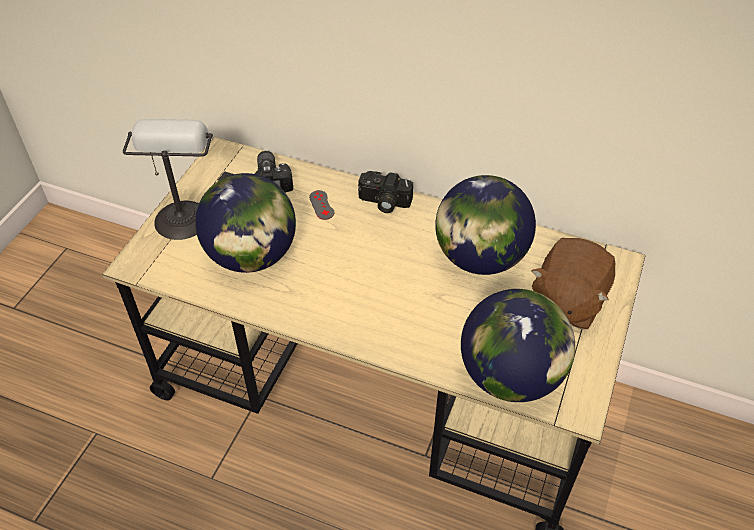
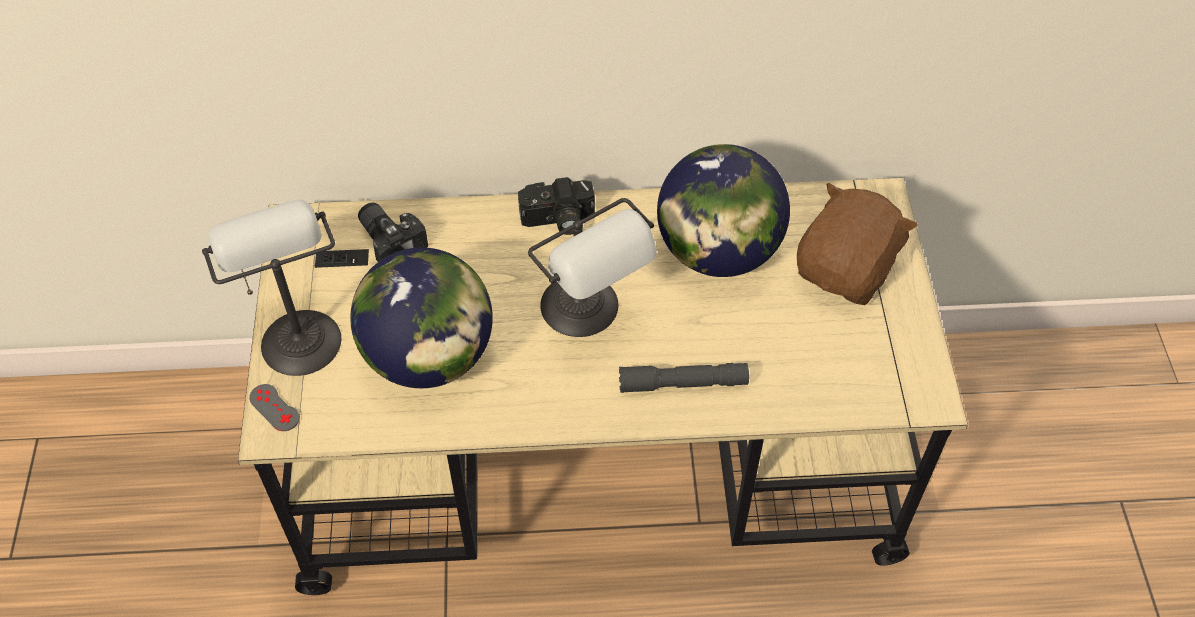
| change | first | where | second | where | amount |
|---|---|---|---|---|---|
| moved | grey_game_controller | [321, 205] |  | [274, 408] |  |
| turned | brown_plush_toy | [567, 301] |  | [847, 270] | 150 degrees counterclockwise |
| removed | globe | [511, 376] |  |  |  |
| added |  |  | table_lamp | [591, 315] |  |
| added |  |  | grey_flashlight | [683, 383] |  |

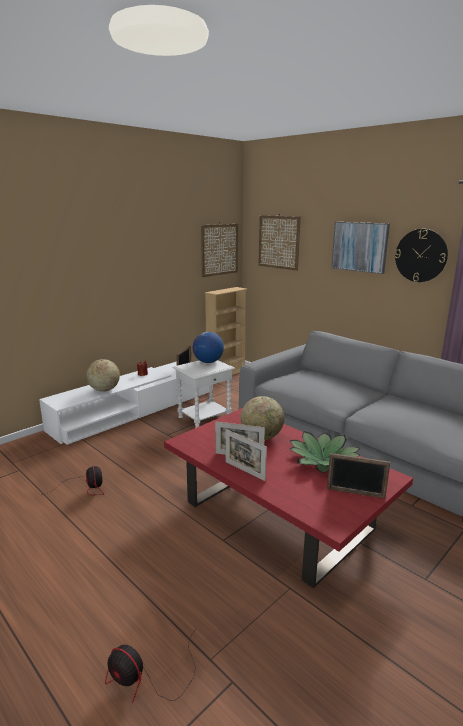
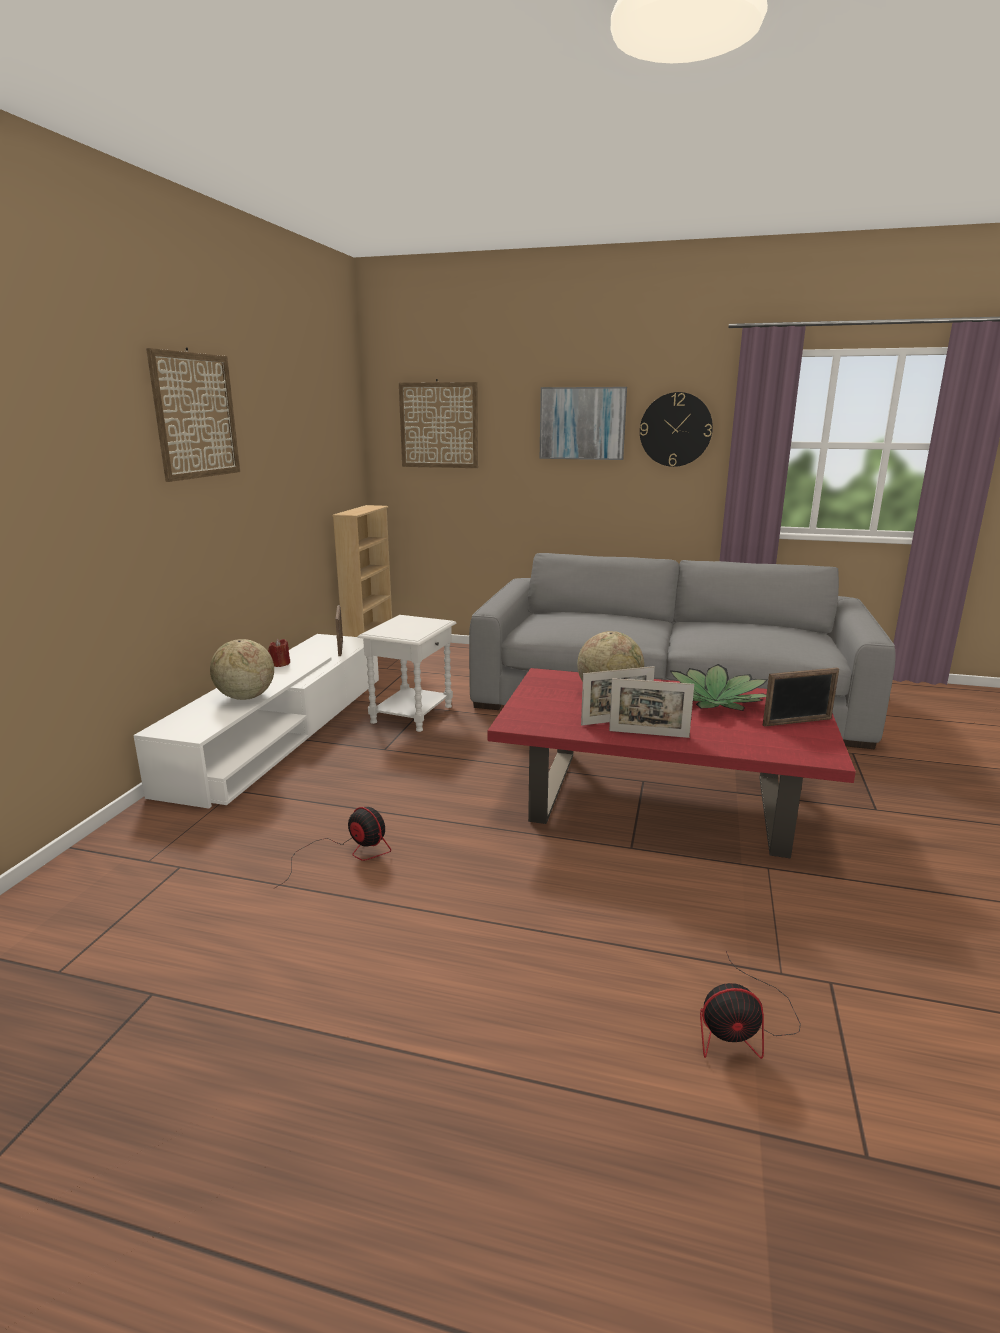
| change | first | where | second | where | amount |
|---|---|---|---|---|---|
| moved | picture | [219, 249] |  | [195, 413] |  |
| removed | globe | [208, 362] |  |  |  |

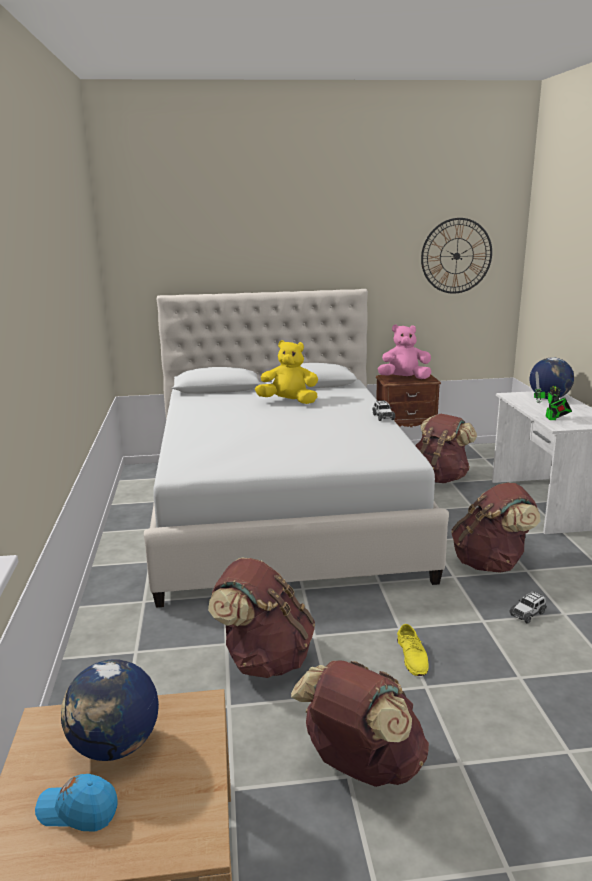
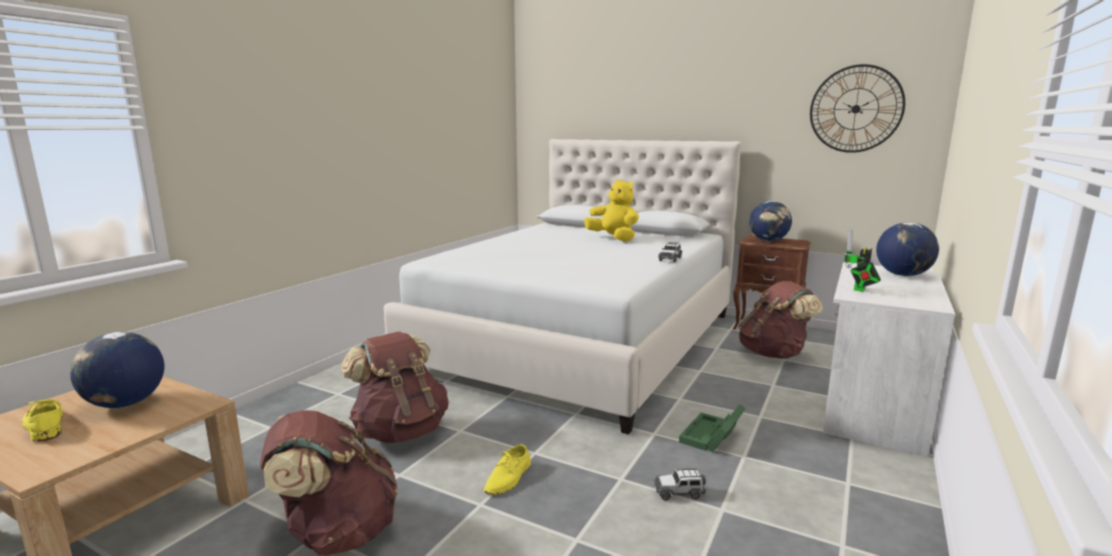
| change | first | where | second | where | amount |
|---|---|---|---|---|---|
| replaced | pink_plush_toy | [404, 379] | globe | [768, 241] |  |
| replaced | brown_backpack | [491, 564] | green_storage_box | [711, 437] |  |
| replaced | blue_cap | [78, 811] | yellow_shoe | [44, 425] |  |

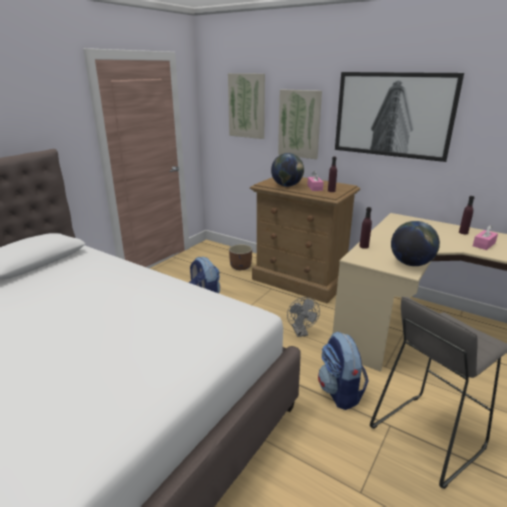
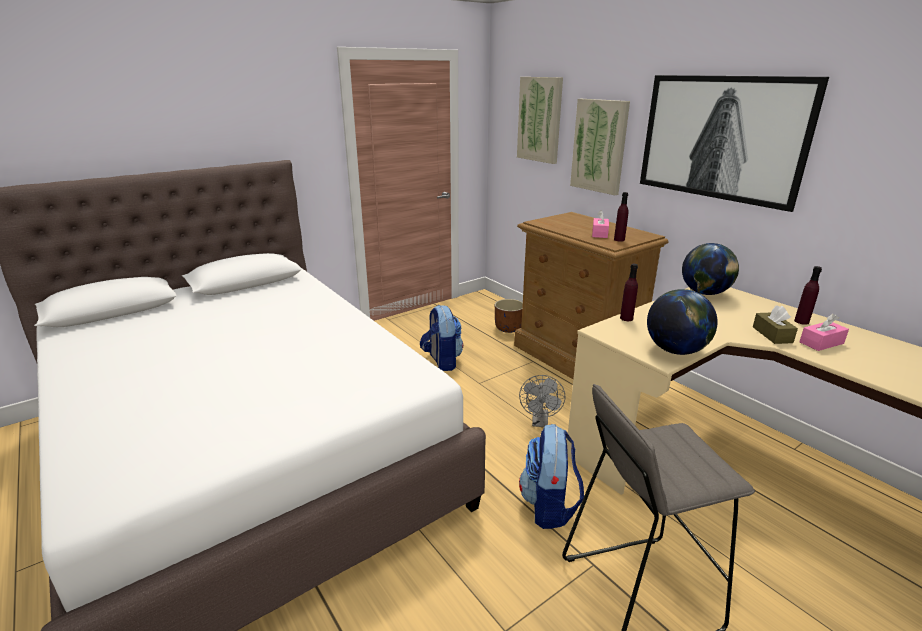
| change | first | where | second | where | amount |
|---|---|---|---|---|---|
| moved | globe | [287, 186] |  | [704, 293] |  |
| added |  |  | brown_tissue_box | [772, 335] |  |

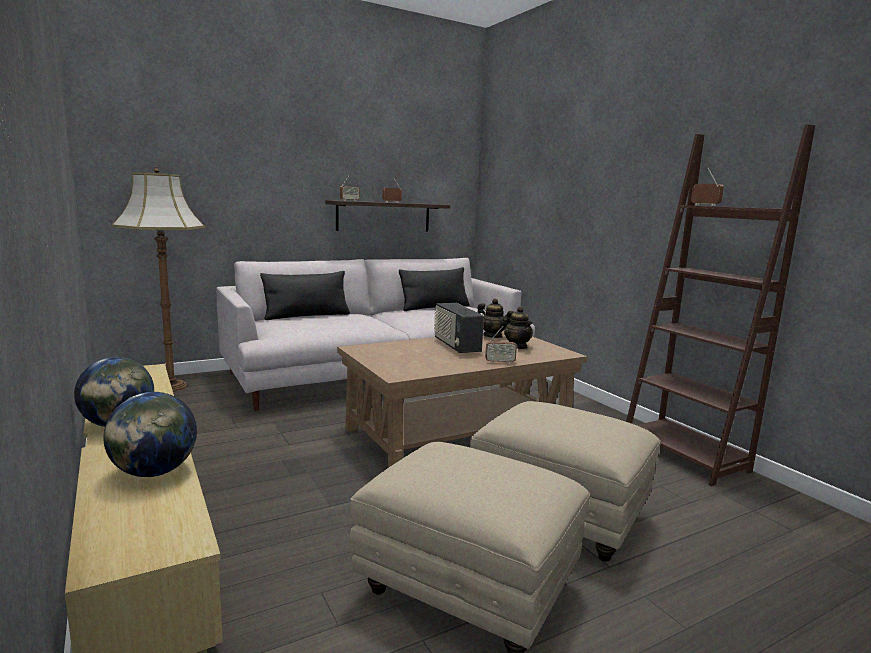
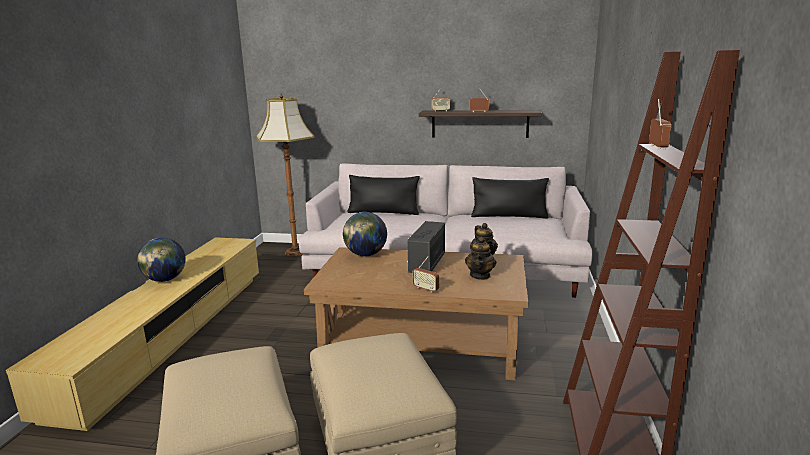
| change | first | where | second | where | amount |
|---|---|---|---|---|---|
| moved | globe | [154, 472] |  | [365, 255] |  |

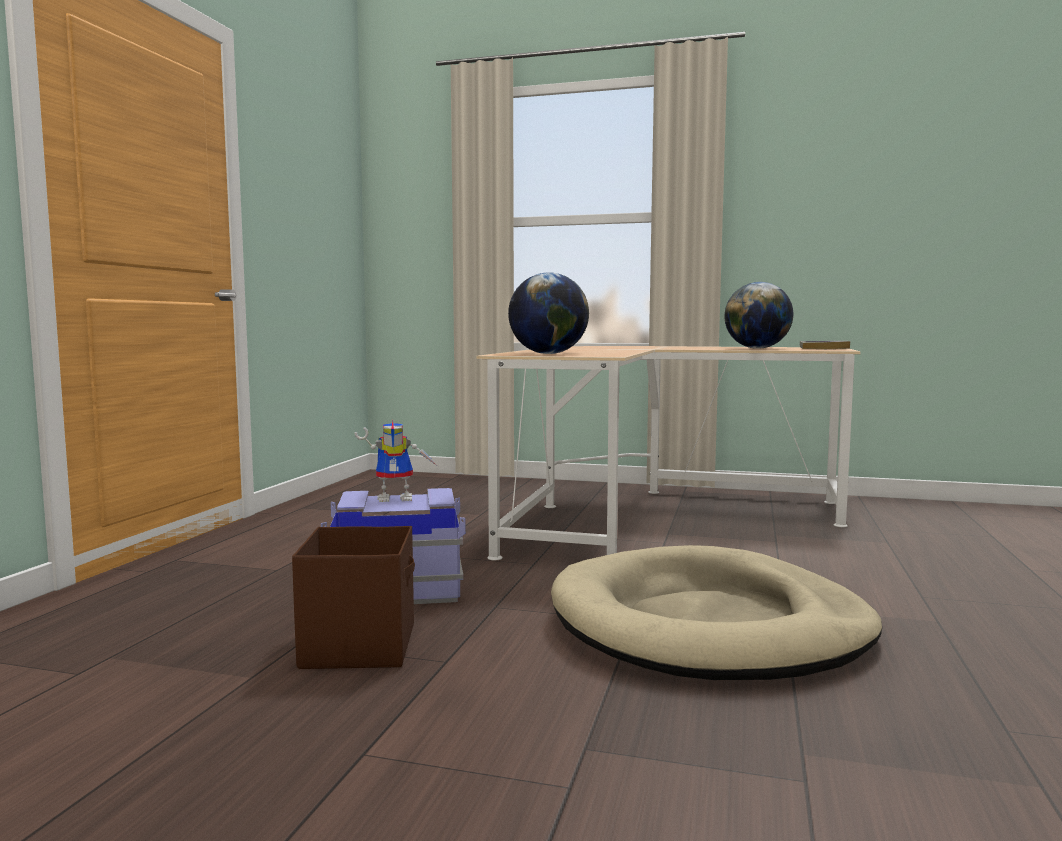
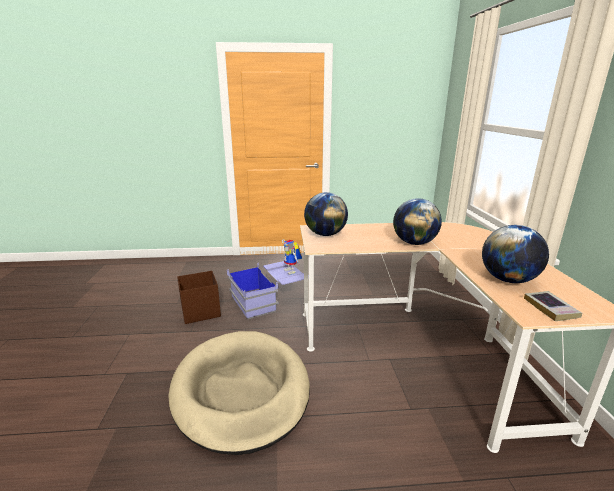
| change | first | where | second | where | amount |
|---|---|---|---|---|---|
| added |  |  | globe | [414, 243] |  |

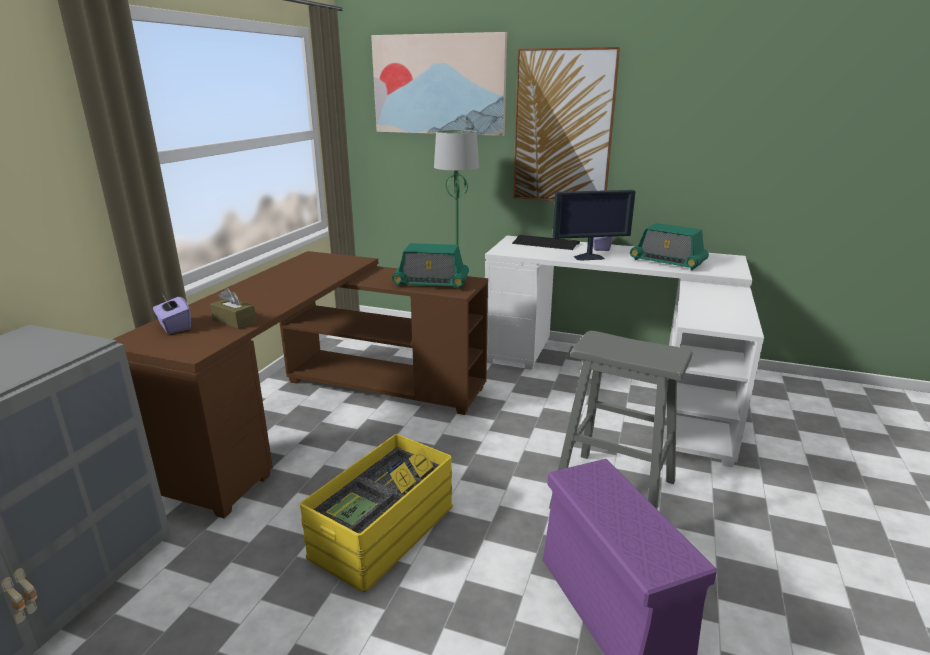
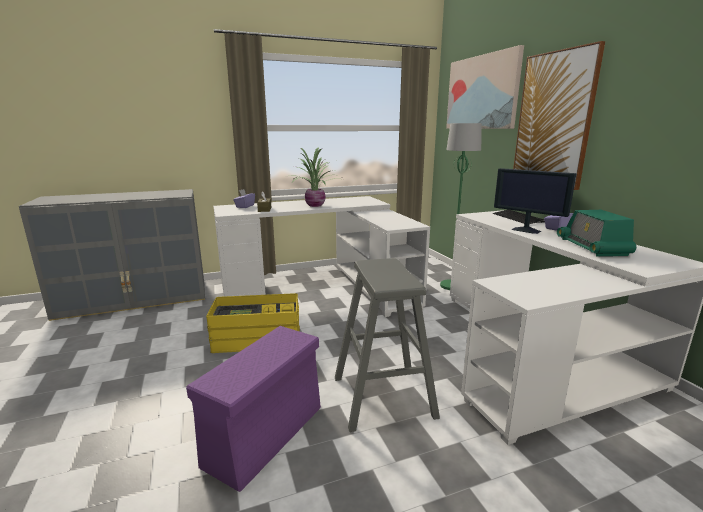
| change | first | where | second | where | amount |
|---|---|---|---|---|---|
| removed | radio | [431, 283] |  |  |  |
| recoloured | brown_desk | [323, 413] | white_desk | [326, 286] |  |
| added |  |  | potted_plant | [315, 205] |  |

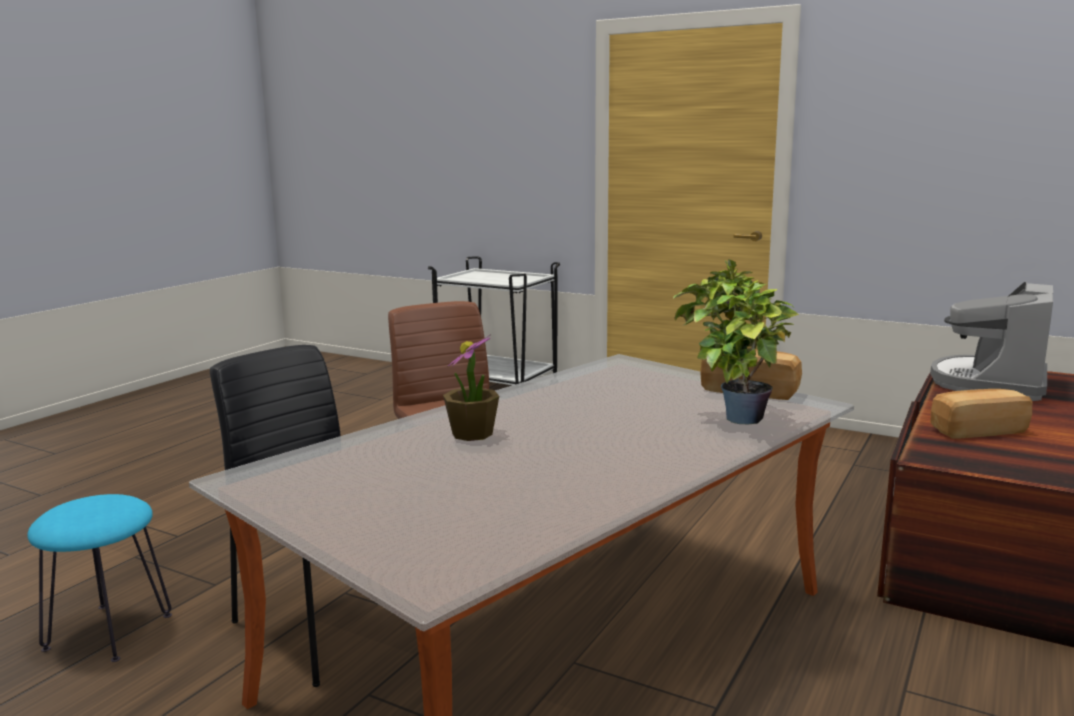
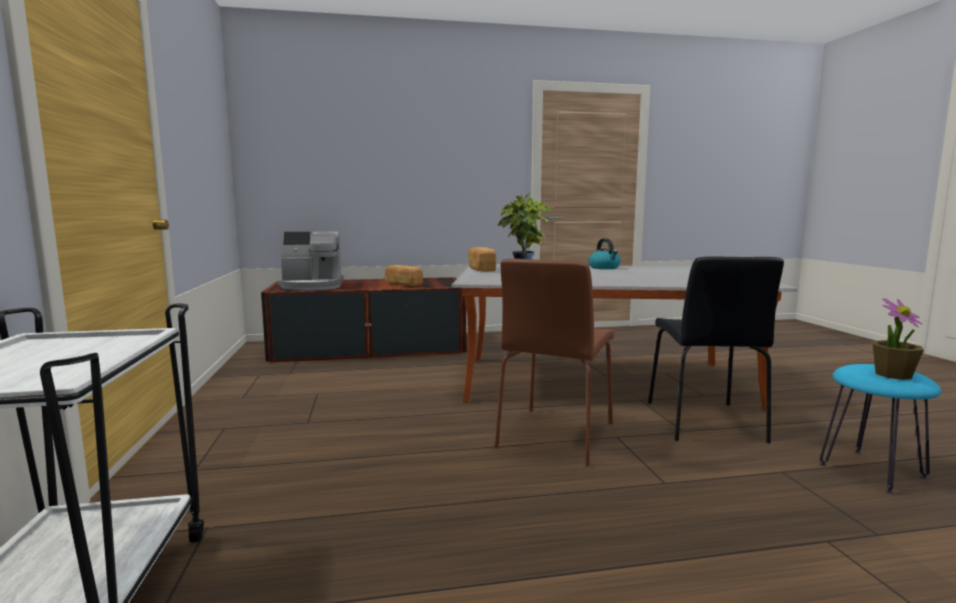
| change | first | where | second | where | amount |
|---|---|---|---|---|---|
| moved | potted_plant | [472, 434] |  | [893, 374] |  |
| added |  |  | kettle | [604, 268] |  |

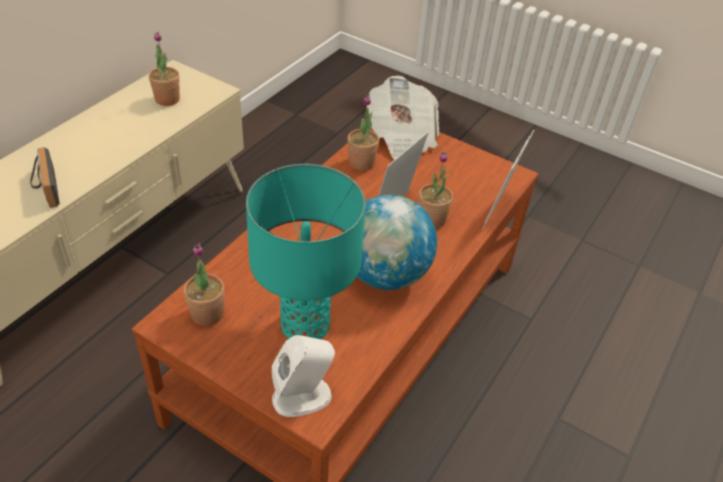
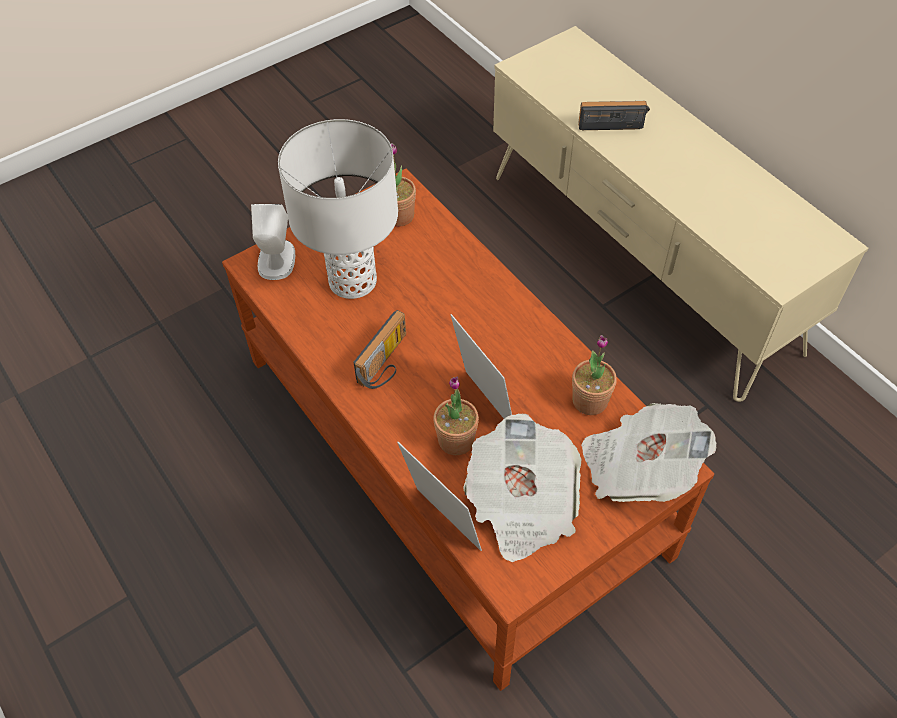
| change | first | where | second | where | amount |
|---|---|---|---|---|---|
| removed | potted_plant | [167, 99] |  |  |  |
| recoloured | turquoise_table_lamp | [304, 324] | white_table_lamp | [353, 279] |  |
| replaced | globe | [385, 275] | radio | [386, 363] |  |
| added |  |  | newspaper | [521, 504] |  |

